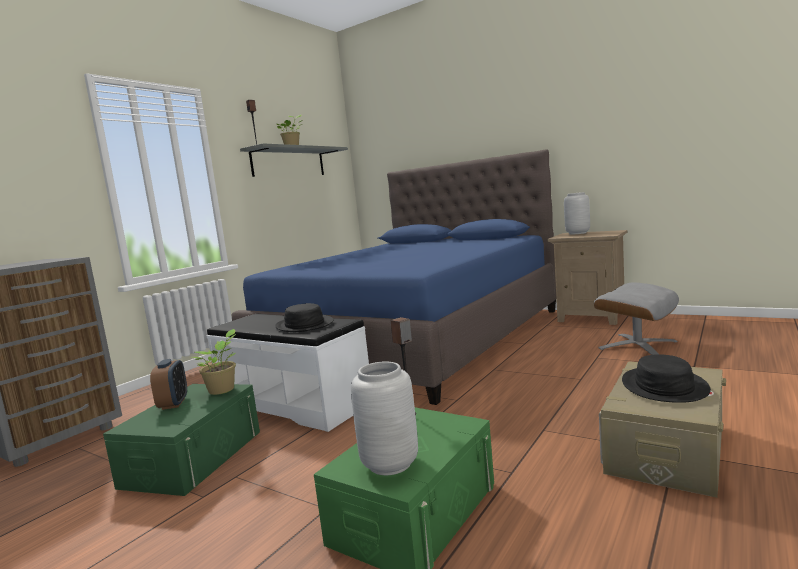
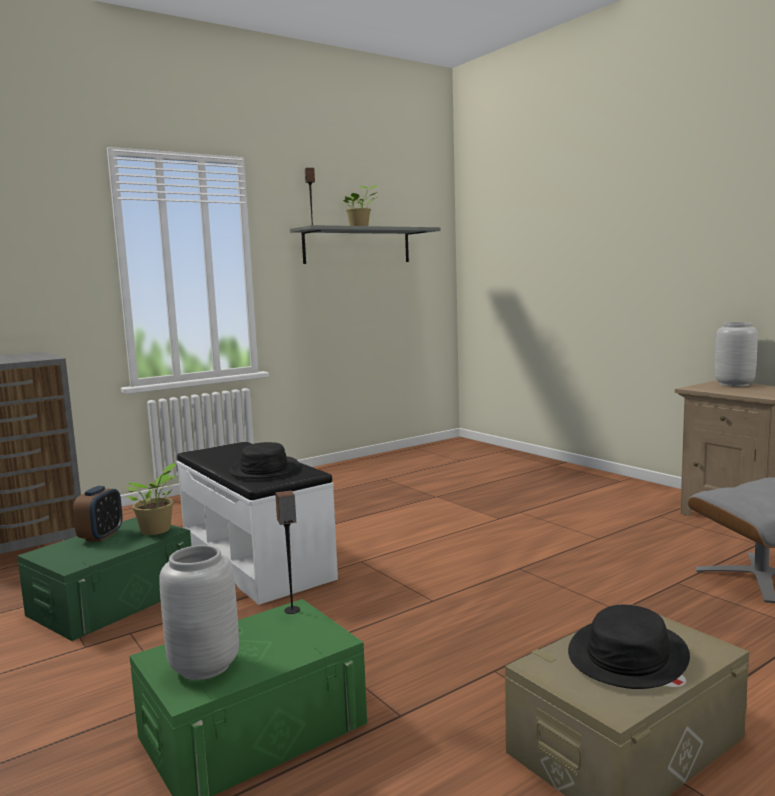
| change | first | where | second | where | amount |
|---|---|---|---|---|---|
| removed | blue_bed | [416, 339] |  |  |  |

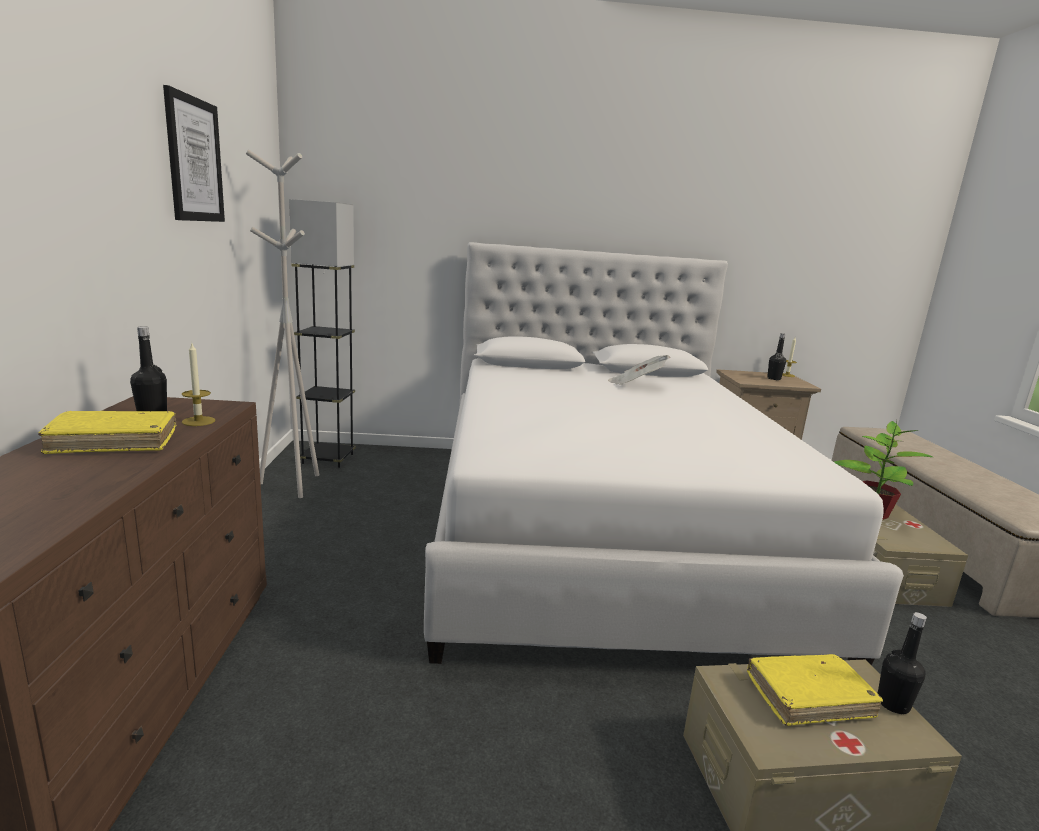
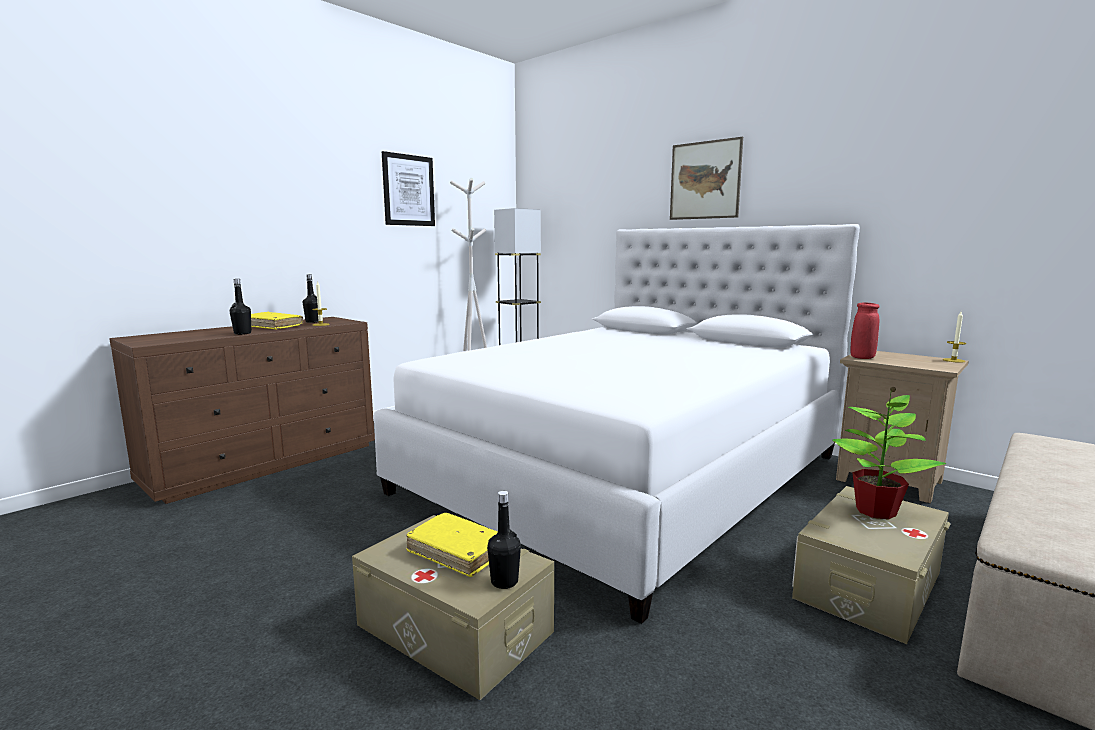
| change | first | where | second | where | amount |
|---|---|---|---|---|---|
| moved | black_bottle | [774, 378] |  | [242, 333] |  |
| removed | newspaper | [636, 385] |  |  |  |
| added |  |  | picture | [705, 180] |  |
| added |  |  | red_vase | [862, 357] |  |

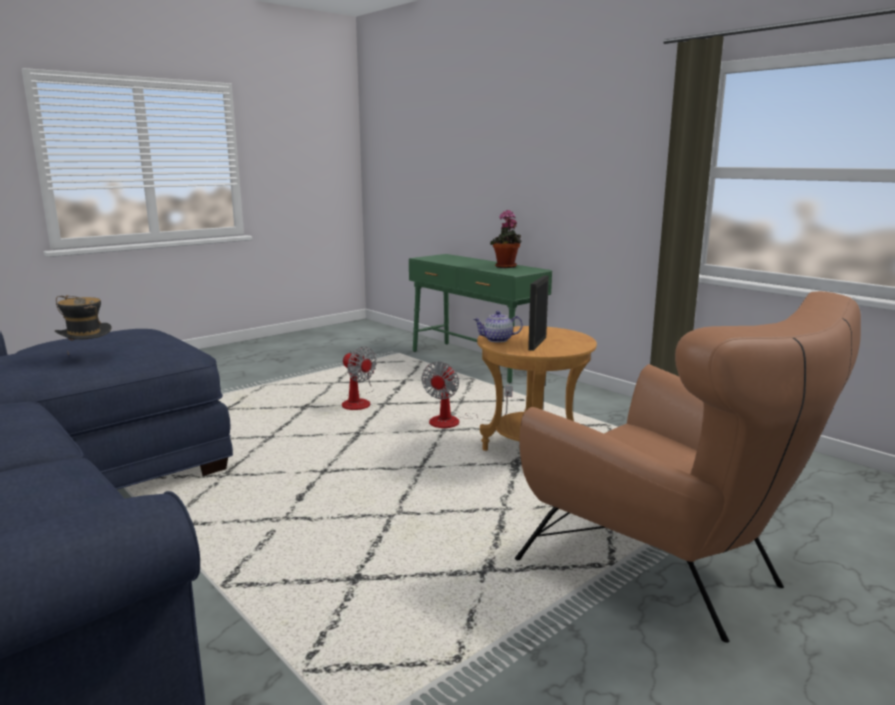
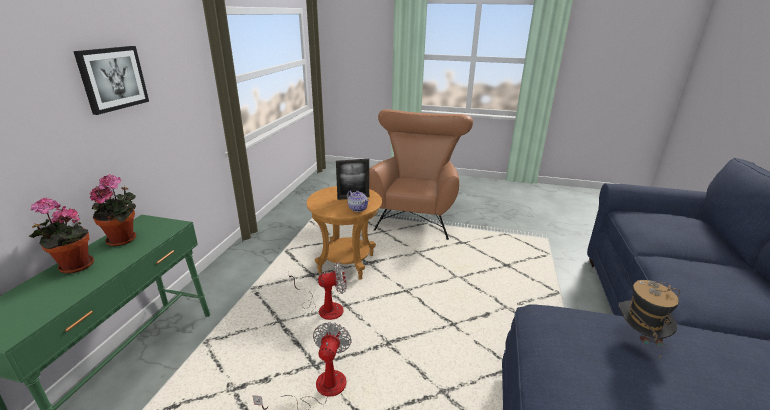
| change | first | where | second | where | amount |
|---|---|---|---|---|---|
| added |  |  | picture | [112, 78] |  |
| added |  |  | potted_plant | [73, 267] |  |

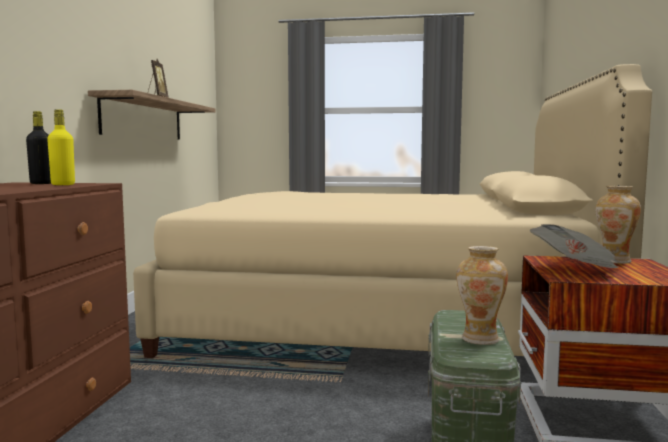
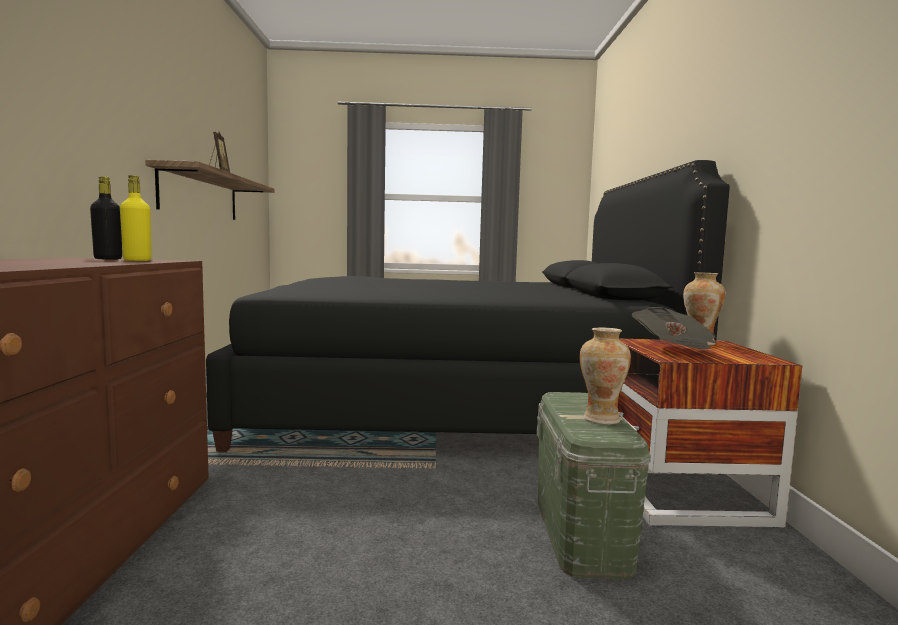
| change | first | where | second | where | amount |
|---|---|---|---|---|---|
| recoloured | beige_bed | [380, 321] | black_bed | [455, 406] |  |

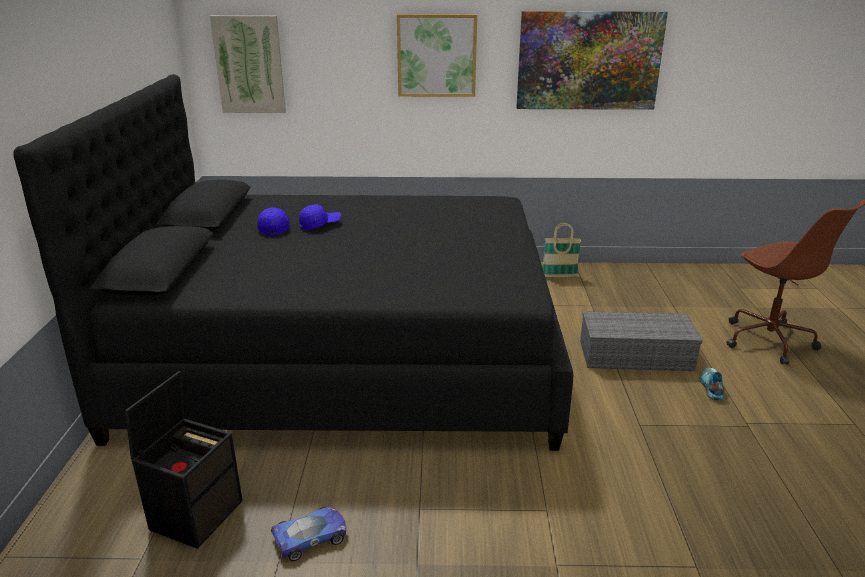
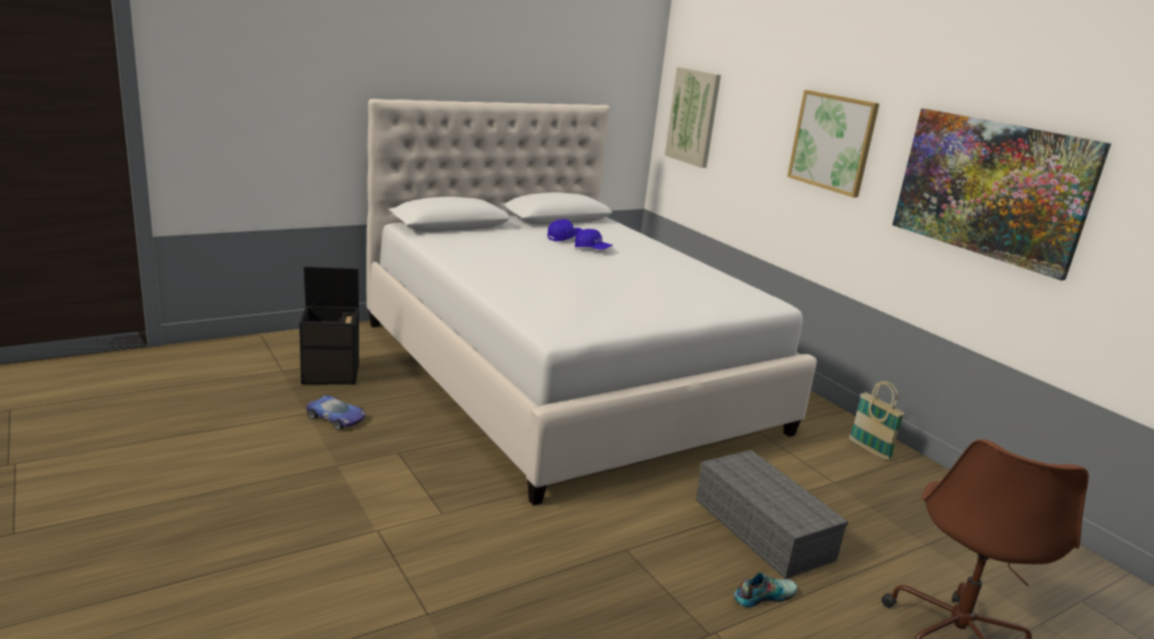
| change | first | where | second | where | amount |
|---|---|---|---|---|---|
| recoloured | black_bed | [347, 355] | white_bed | [564, 375] |  |

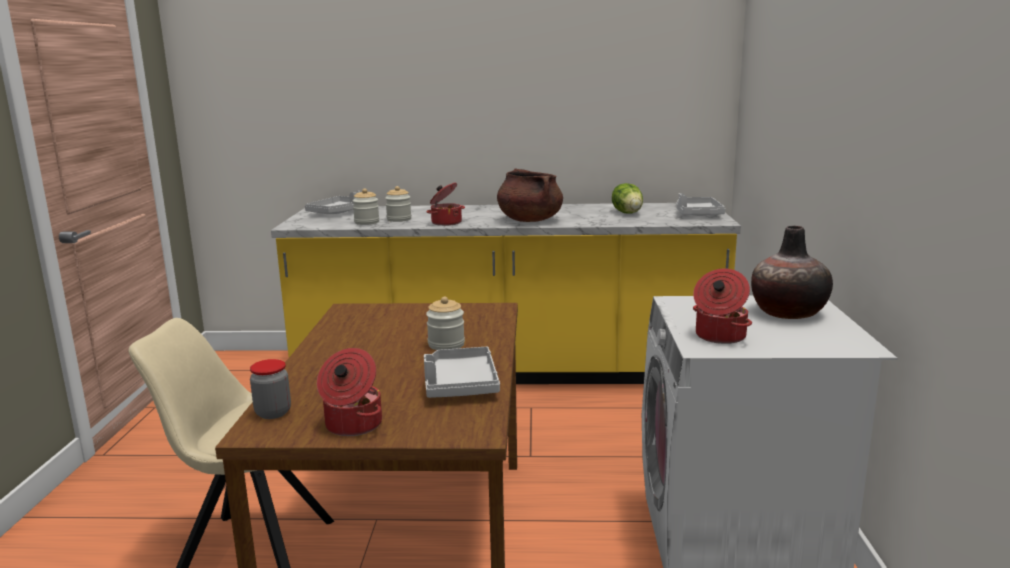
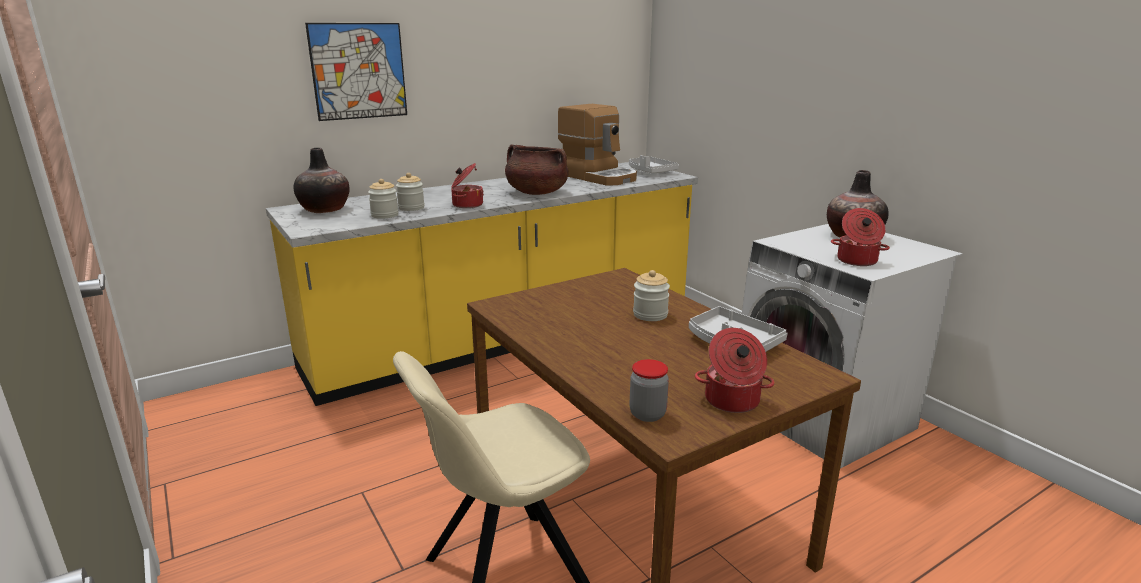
| change | first | where | second | where | amount |
|---|---|---|---|---|---|
| replaced | lettuce | [628, 213] | coffee_machine | [598, 176] |  |
| replaced | grey_tray | [338, 213] | vase | [325, 209] |  |
| added |  |  | picture | [358, 71] |  |

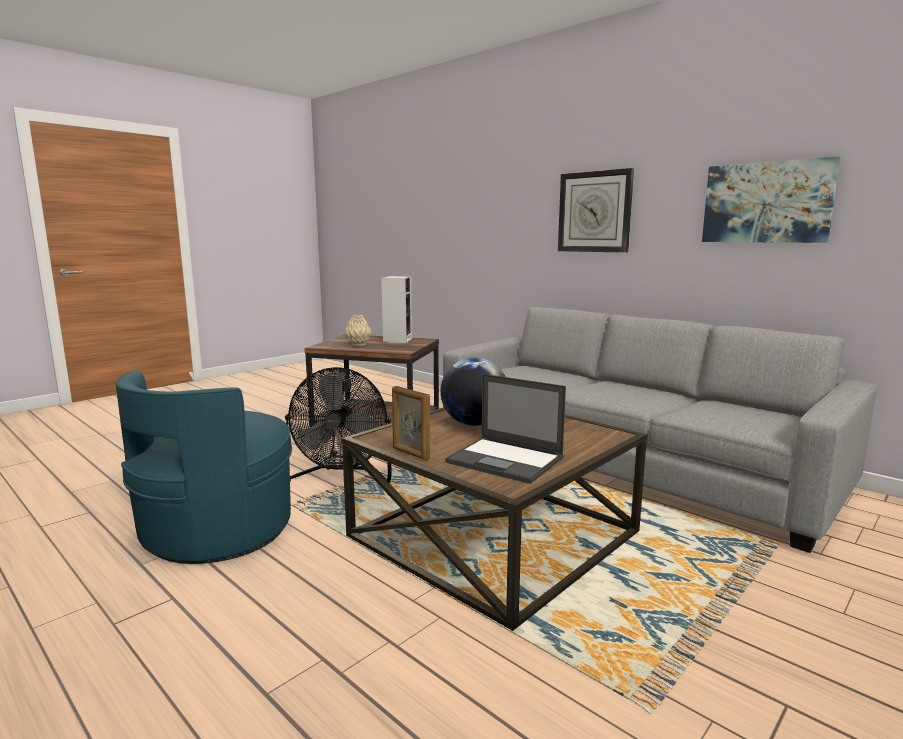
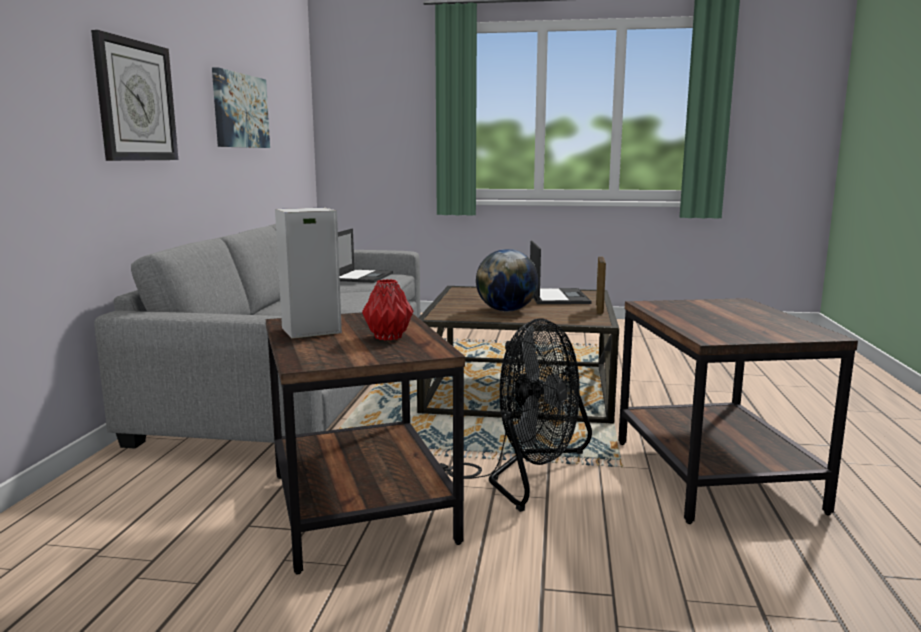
| change | first | where | second | where | amount |
|---|---|---|---|---|---|
| recoloured | beige_vase | [358, 345] | red_vase | [387, 337] |  |
| turned | black_fan | [339, 475] |  | [523, 474] | 60 degrees clockwise |
| replaced | turquoise_armchair | [218, 529] | brown_side_table | [715, 475] |  |
| added |  |  | laptop | [362, 277] |  |

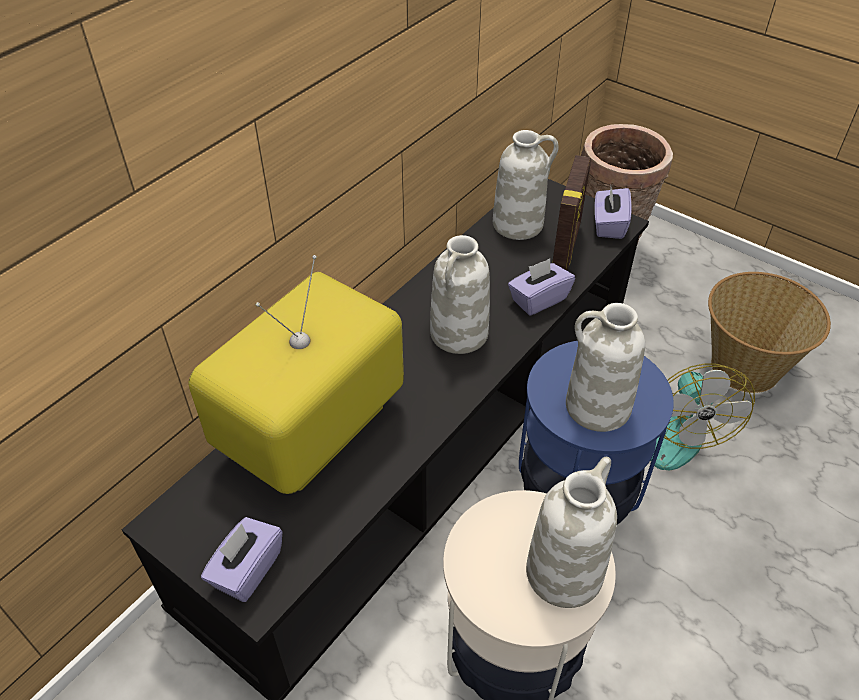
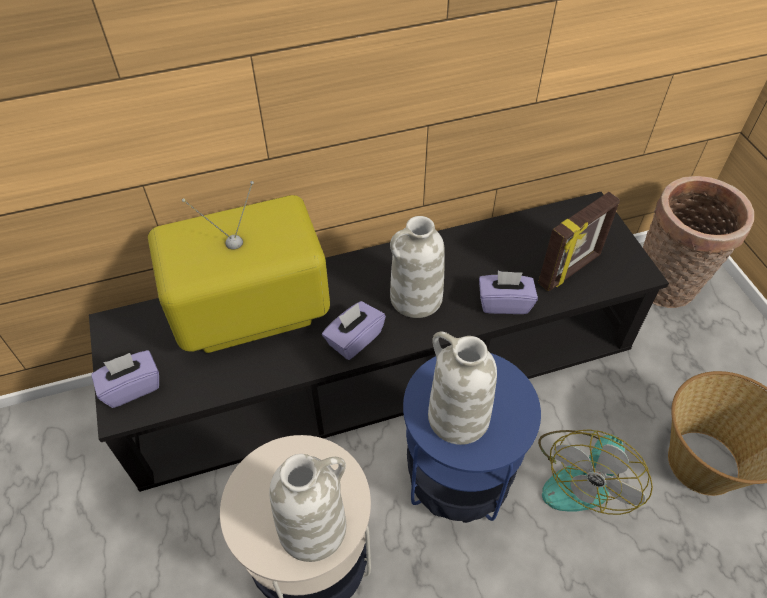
| change | first | where | second | where | amount |
|---|---|---|---|---|---|
| removed | white_vase | [518, 224] |  |  |  |
| moved | purple_tissue_box | [608, 225] |  | [354, 339] |  |

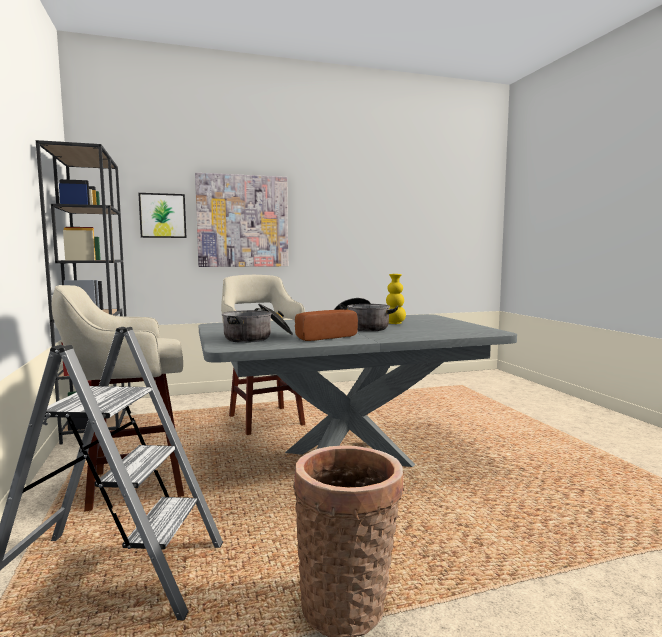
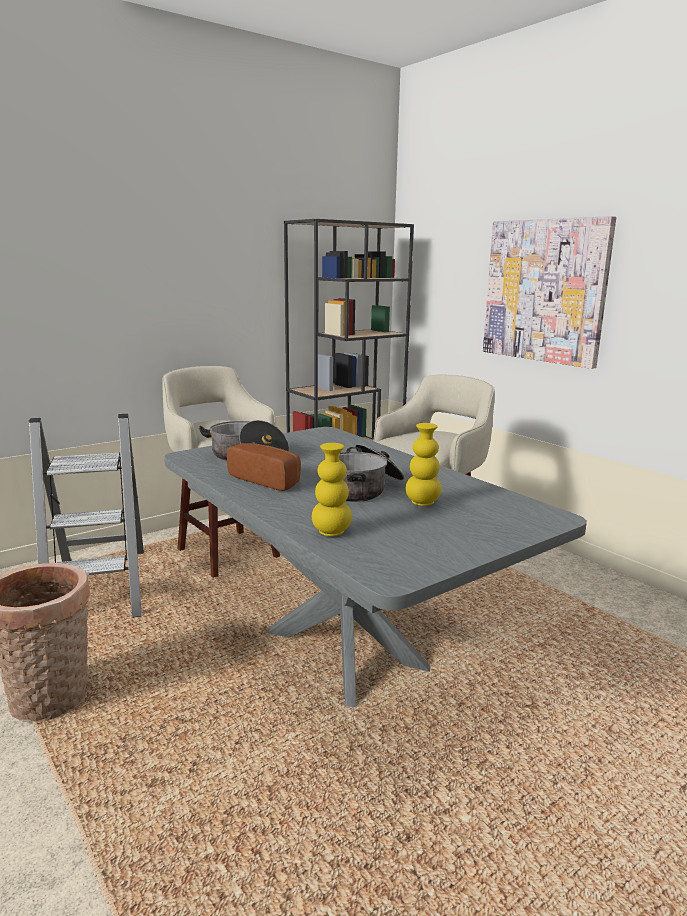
| change | first | where | second | where | amount |
|---|---|---|---|---|---|
| removed | picture | [163, 216] |  |  |  |
| added |  |  | yellow_vase | [331, 532] |  |

